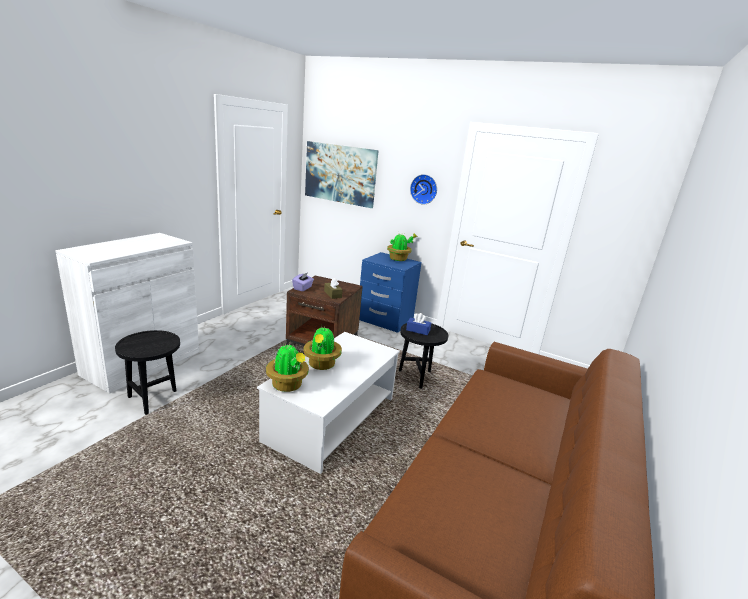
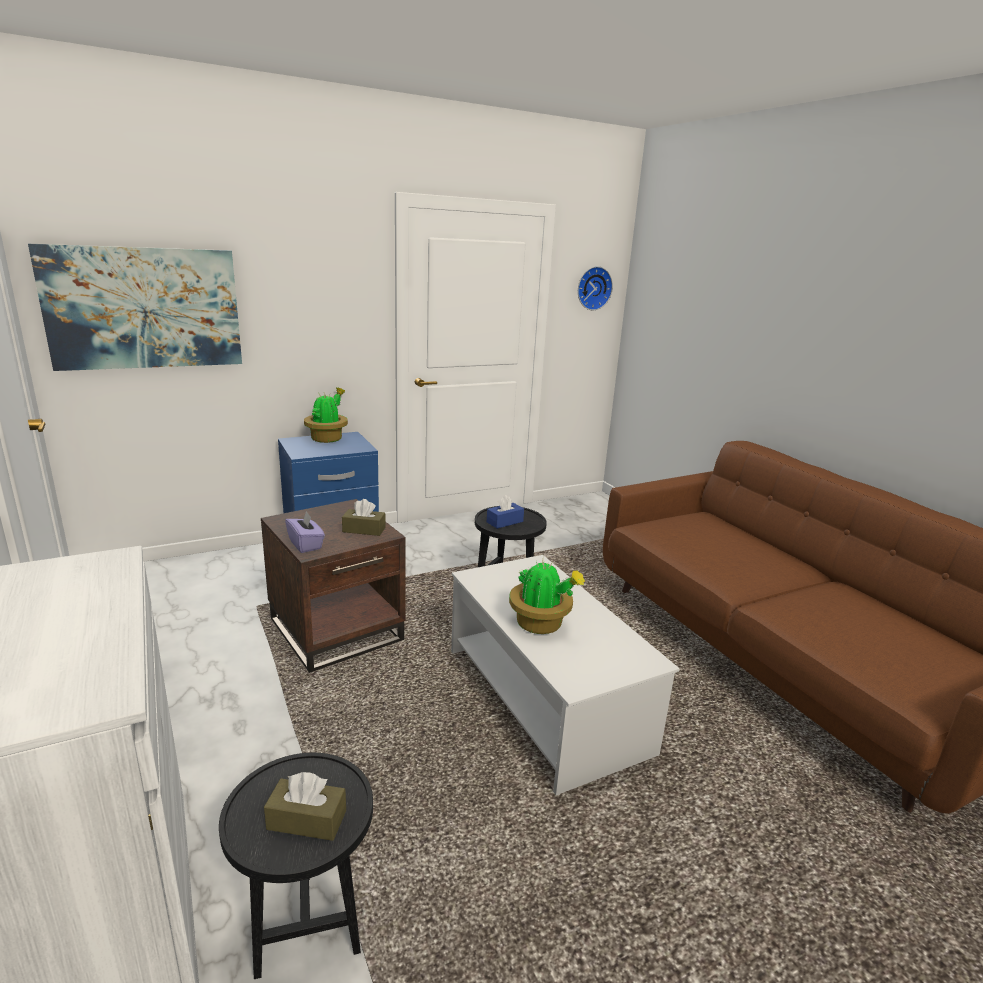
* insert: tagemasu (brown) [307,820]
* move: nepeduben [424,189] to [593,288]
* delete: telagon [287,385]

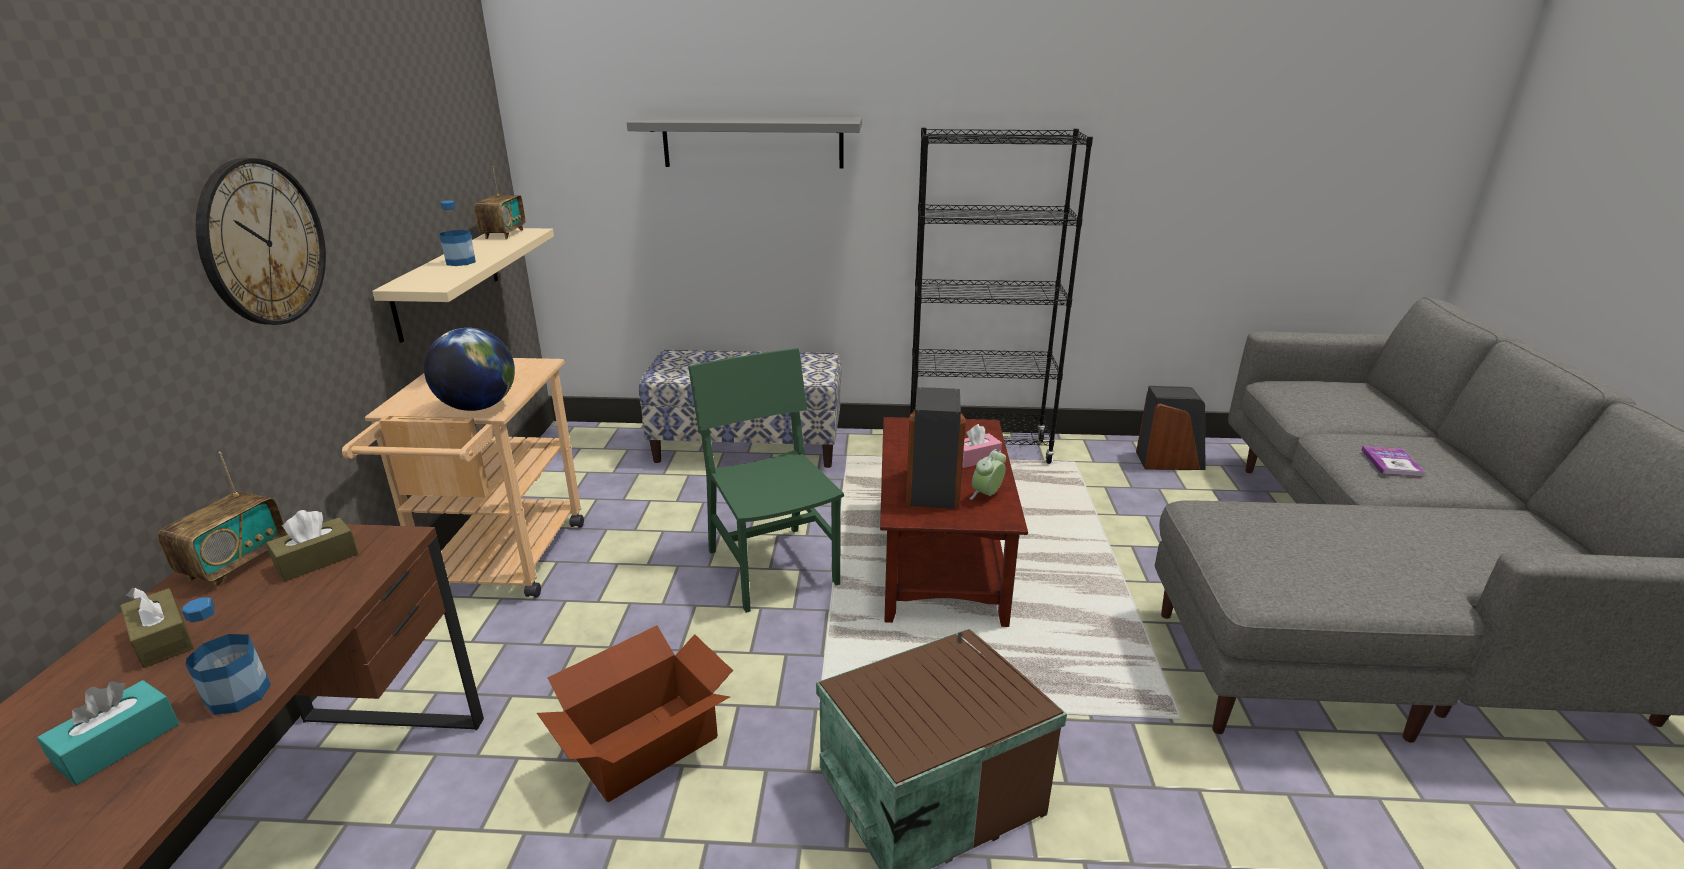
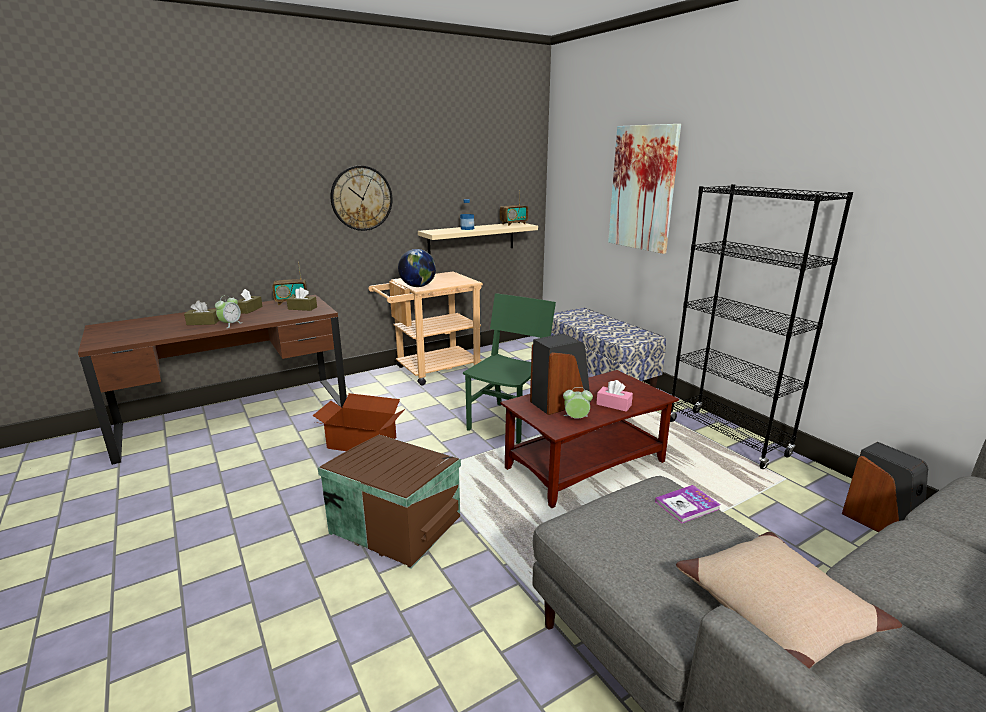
* recolor: tagemasu (turquoise) [118,744] to tagemasu (brown) [203,322]
* replace: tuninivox [238,694] to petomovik [230,324]
* replace: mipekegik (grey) [753,142] to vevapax [642,188]
* move: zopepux [1391,463] to [687,505]
* insert: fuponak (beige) [777,610]

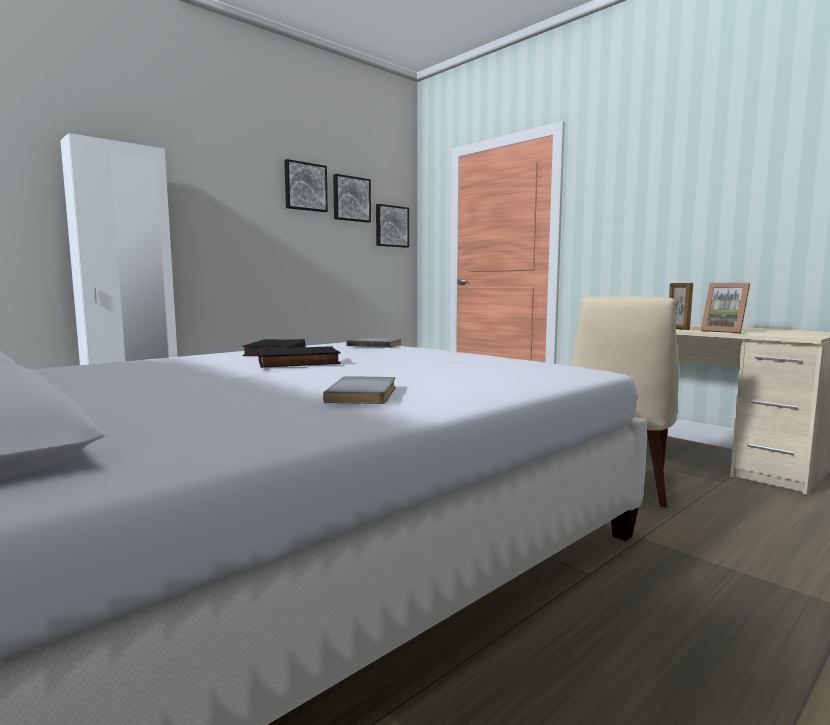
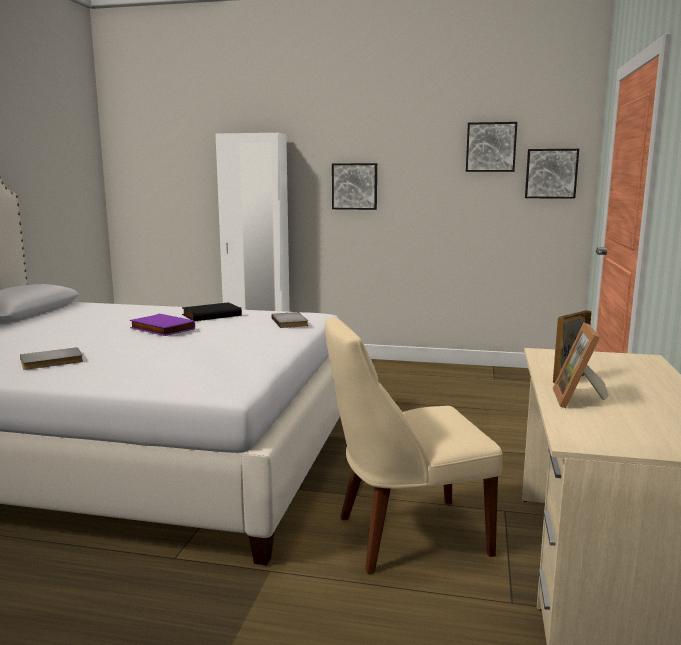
* recolor: zopepux (black) [298,363] to zopepux (purple) [161,329]
* move: vevapax [305,187] to [354,186]

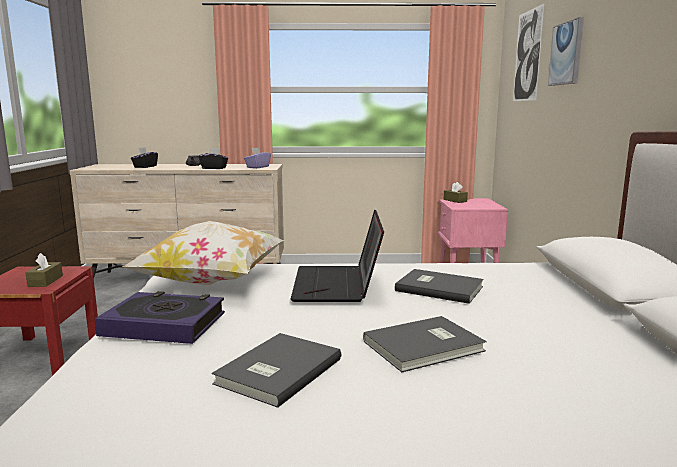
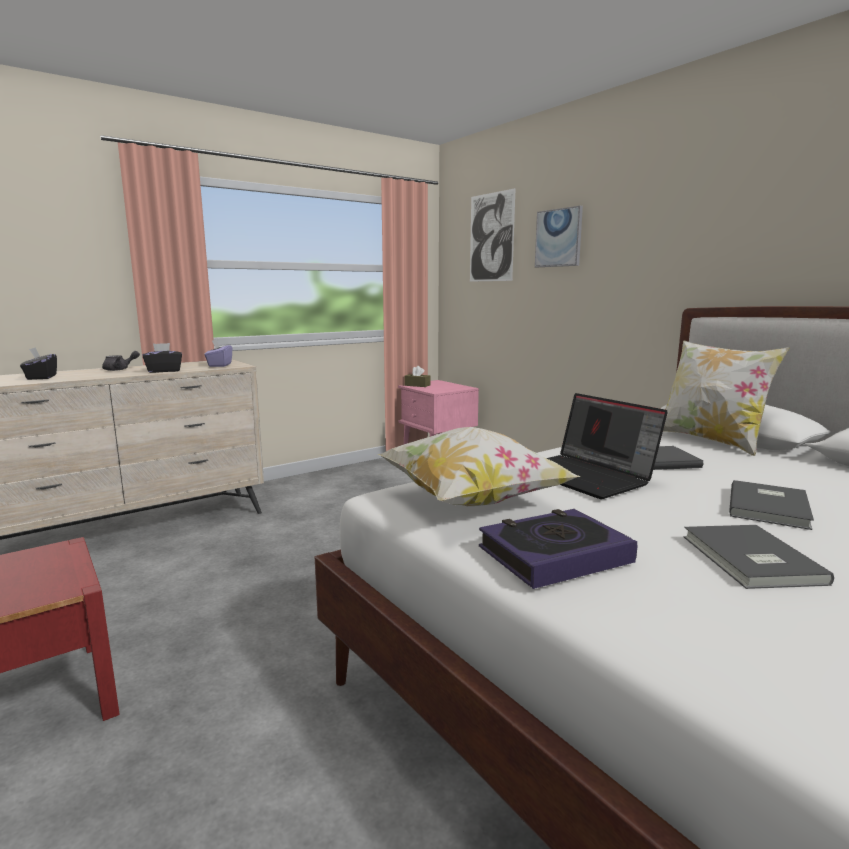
* insert: fuponak [710,441]
* delete: tagemasu (brown) [45,281]

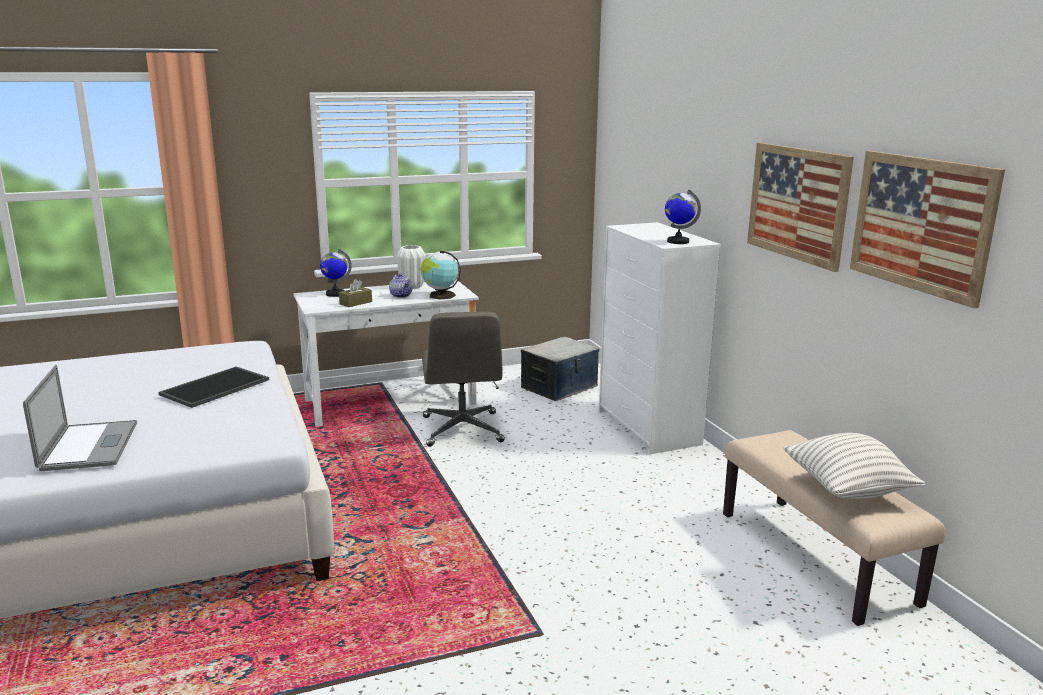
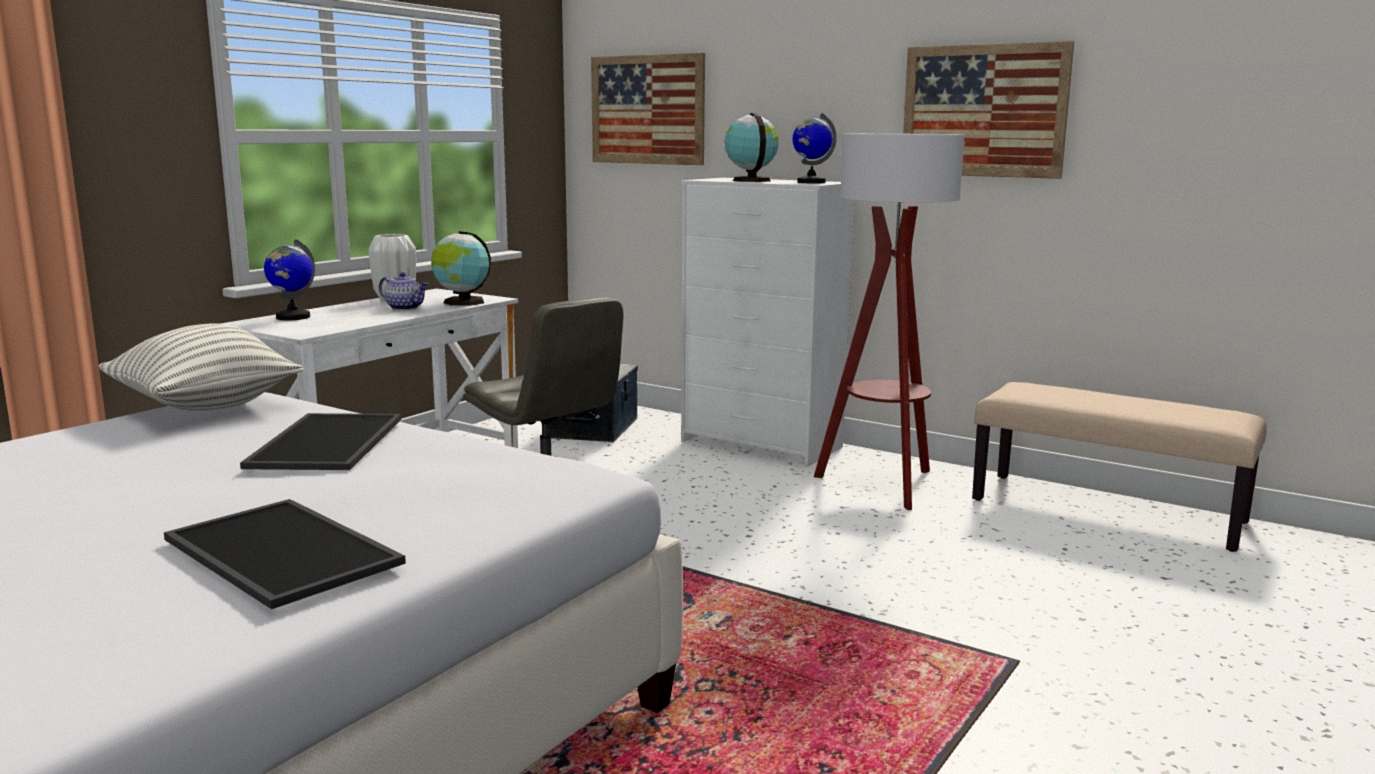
* move: fuponak [847,490] to [205,407]
* replace: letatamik [89,446] to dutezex [277,552]
* move: vevapax [921,224] to [647,110]
* insert: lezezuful [750,180]
* insert: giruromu [883,485]
* delete: tagemasu (brown) [356,303]

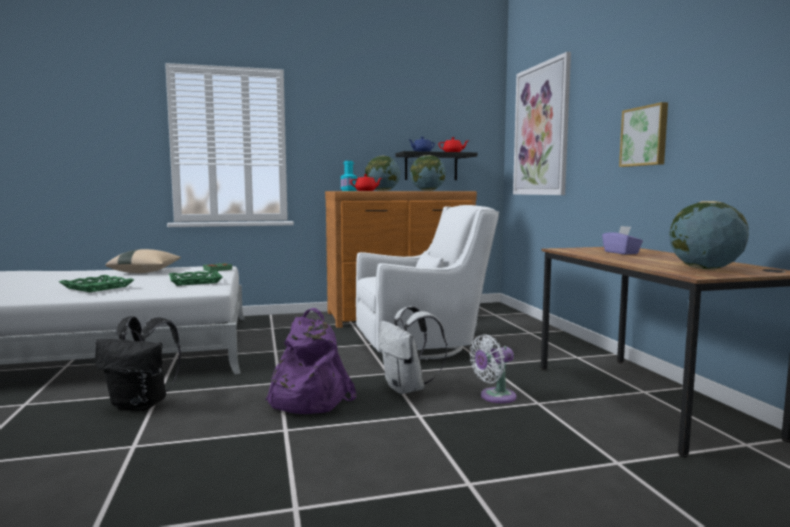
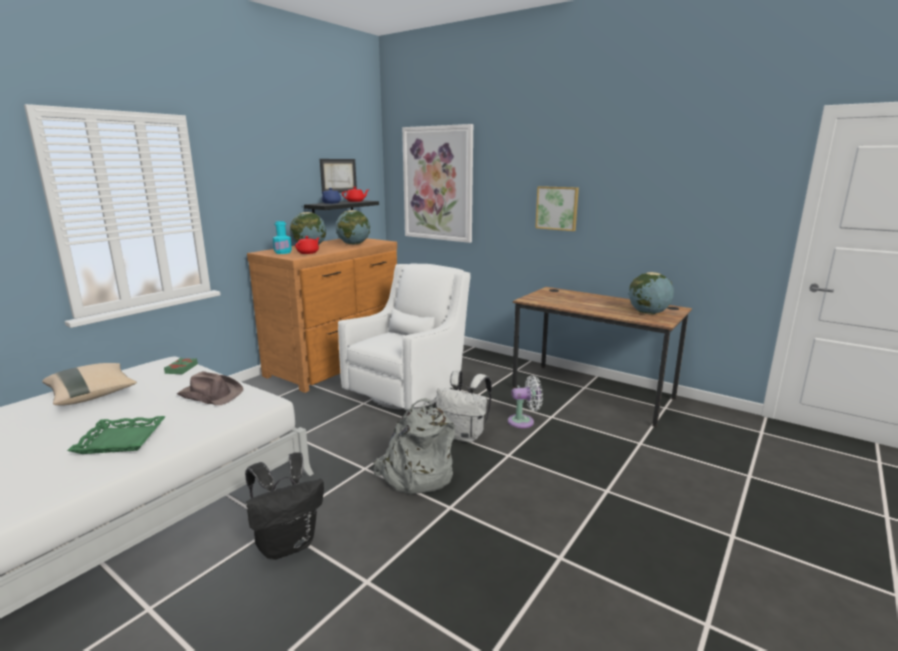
* replace: dutezex (green) [195,281] to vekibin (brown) [210,394]
* insert: vevapax [338,175]
* recolor: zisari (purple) [306,399] to zisari (grey) [416,475]
* rotate: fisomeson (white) [494,397] = [524,421] 120 degrees counterclockwise
* delete: tagemasu (purple) [621,253]

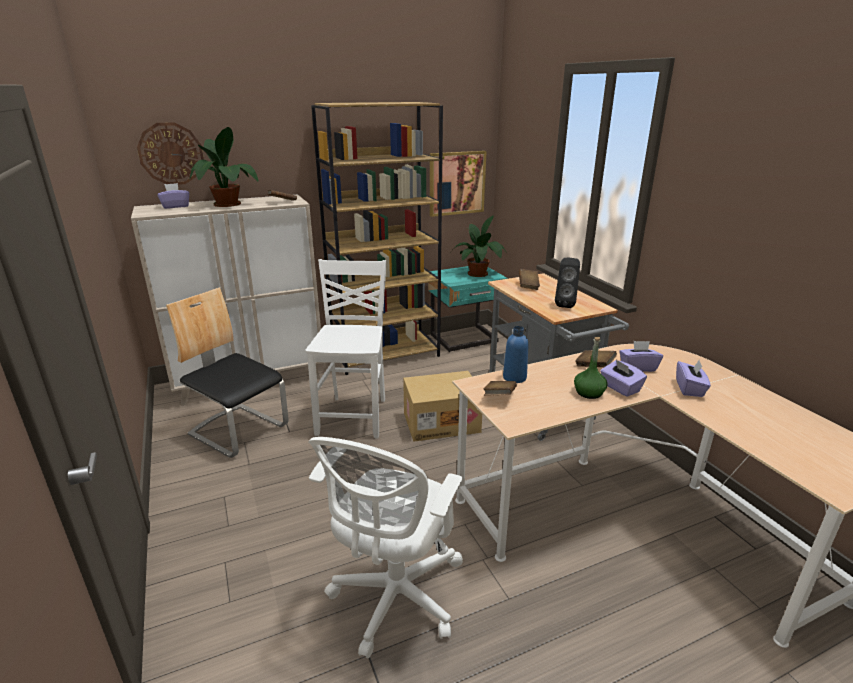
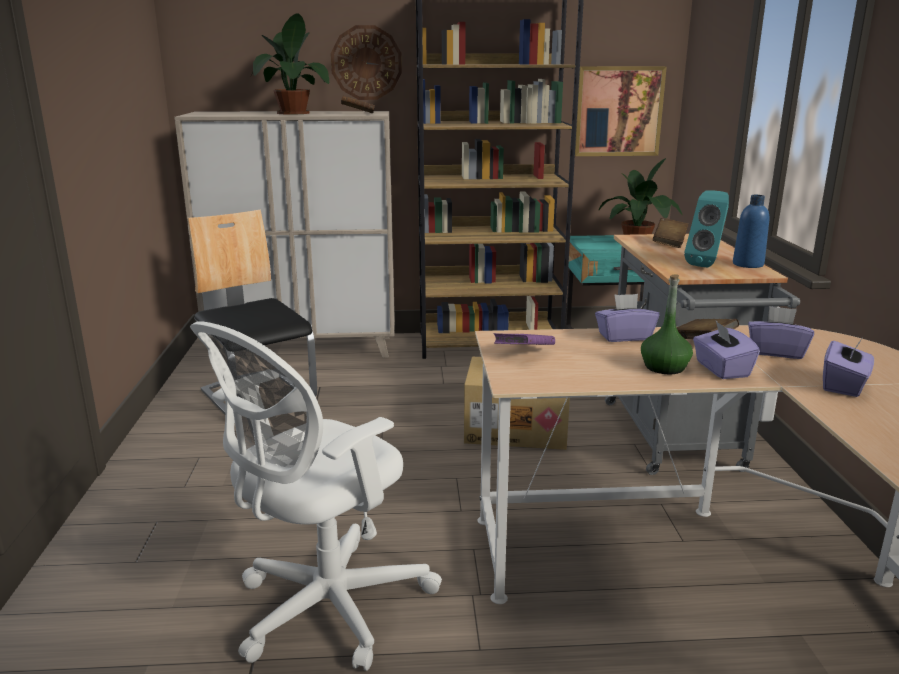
* move: nepeduben [171,154] to [366,63]
* recolor: zopepux (brown) [499,397] to zopepux (purple) [523,354]
* move: tagemasu (purple) [175,206] to [624,336]
* recolor: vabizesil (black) [565,304] to vabizesil (turquoise) [706,265]
* move: tuninivox (blue) [514,377] to [748,264]
* delete: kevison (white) [354,416]

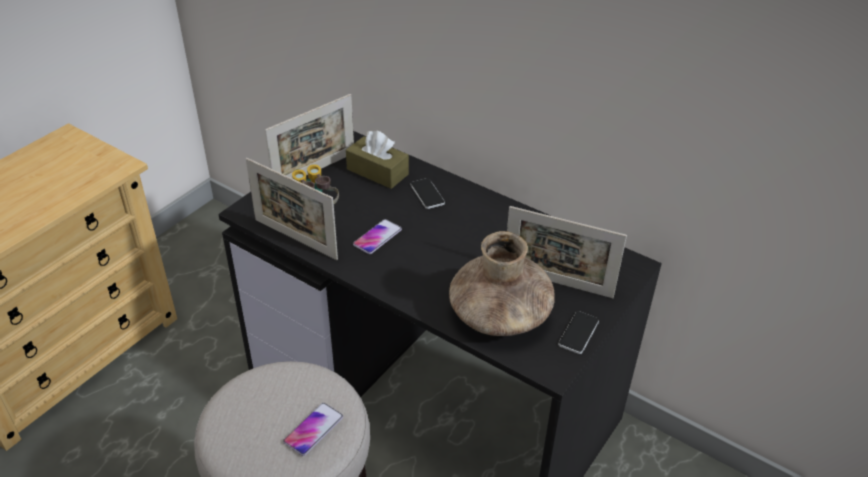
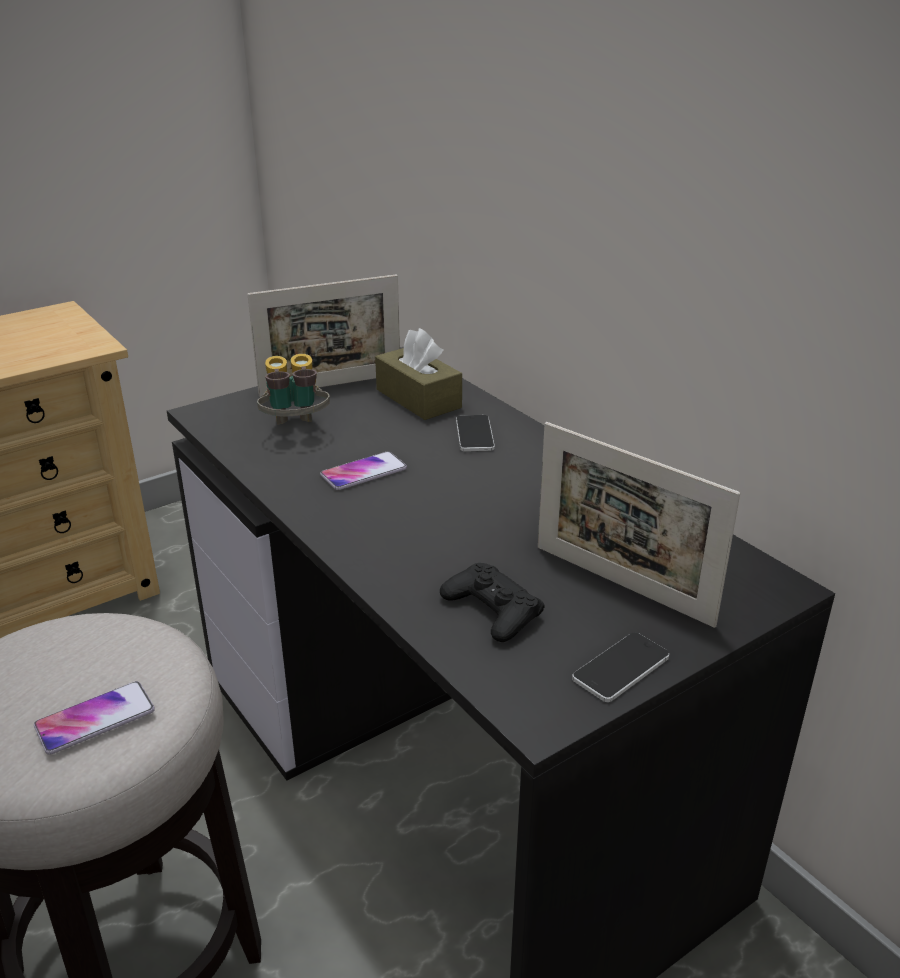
* replace: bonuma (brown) [499,314] to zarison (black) [492,610]
* delete: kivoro [295,239]

